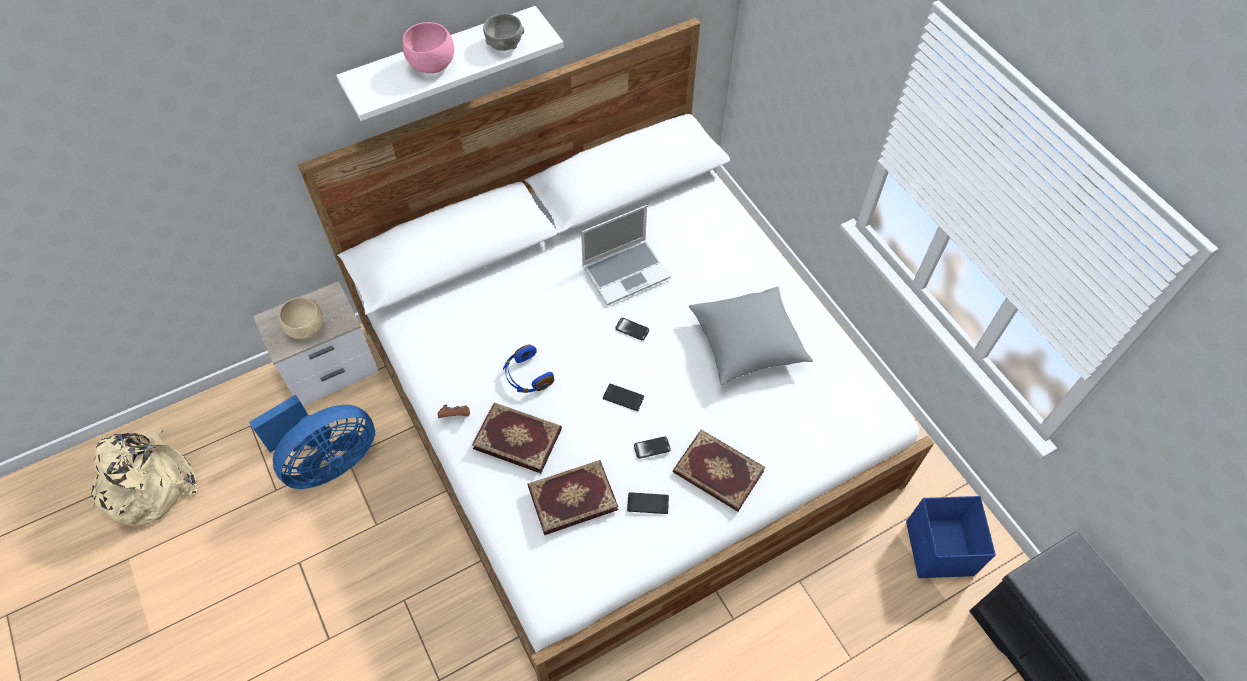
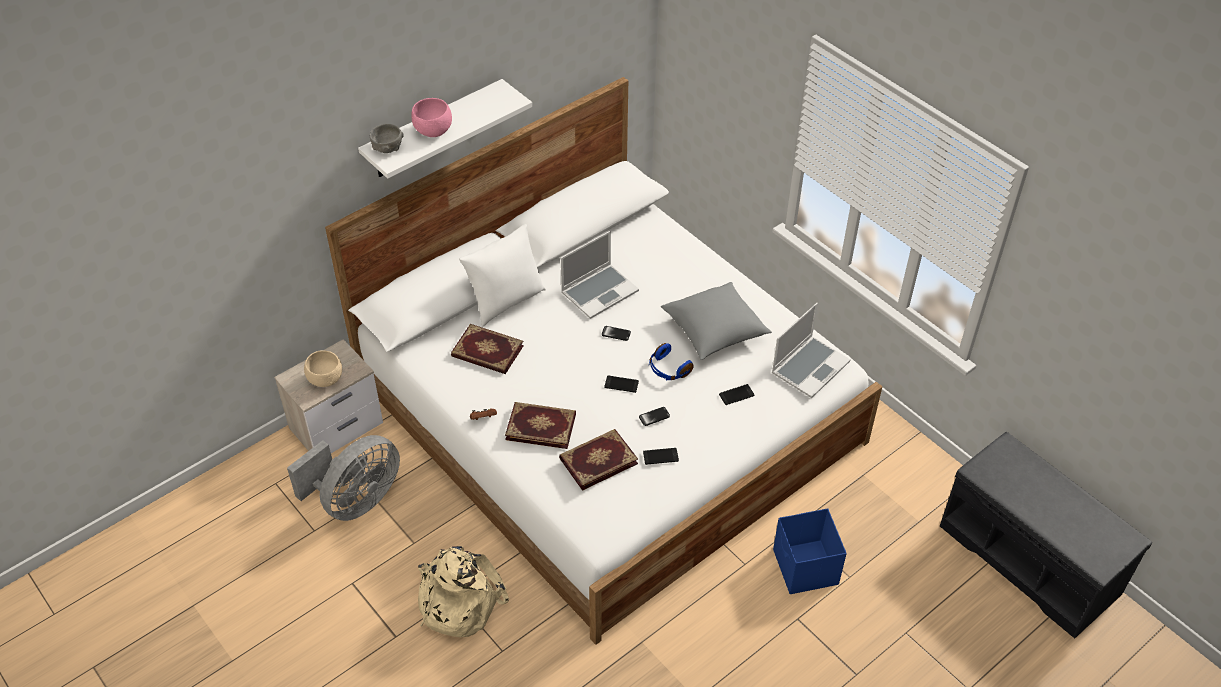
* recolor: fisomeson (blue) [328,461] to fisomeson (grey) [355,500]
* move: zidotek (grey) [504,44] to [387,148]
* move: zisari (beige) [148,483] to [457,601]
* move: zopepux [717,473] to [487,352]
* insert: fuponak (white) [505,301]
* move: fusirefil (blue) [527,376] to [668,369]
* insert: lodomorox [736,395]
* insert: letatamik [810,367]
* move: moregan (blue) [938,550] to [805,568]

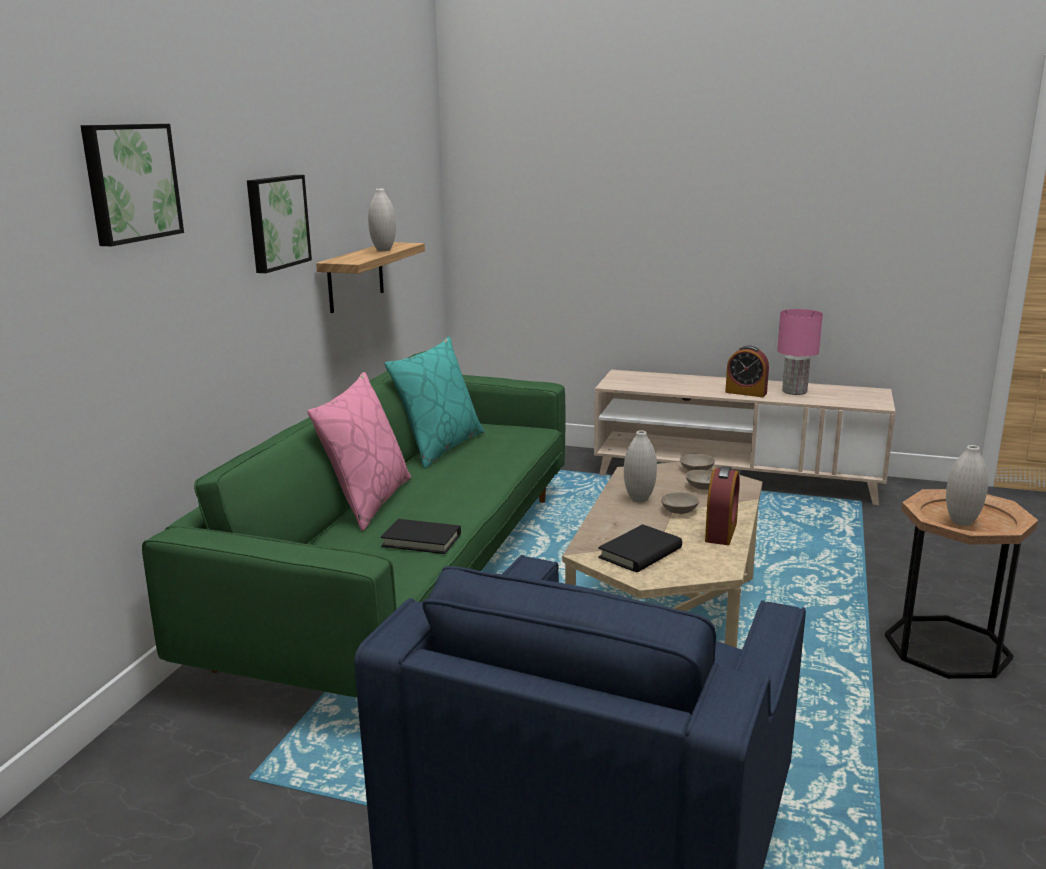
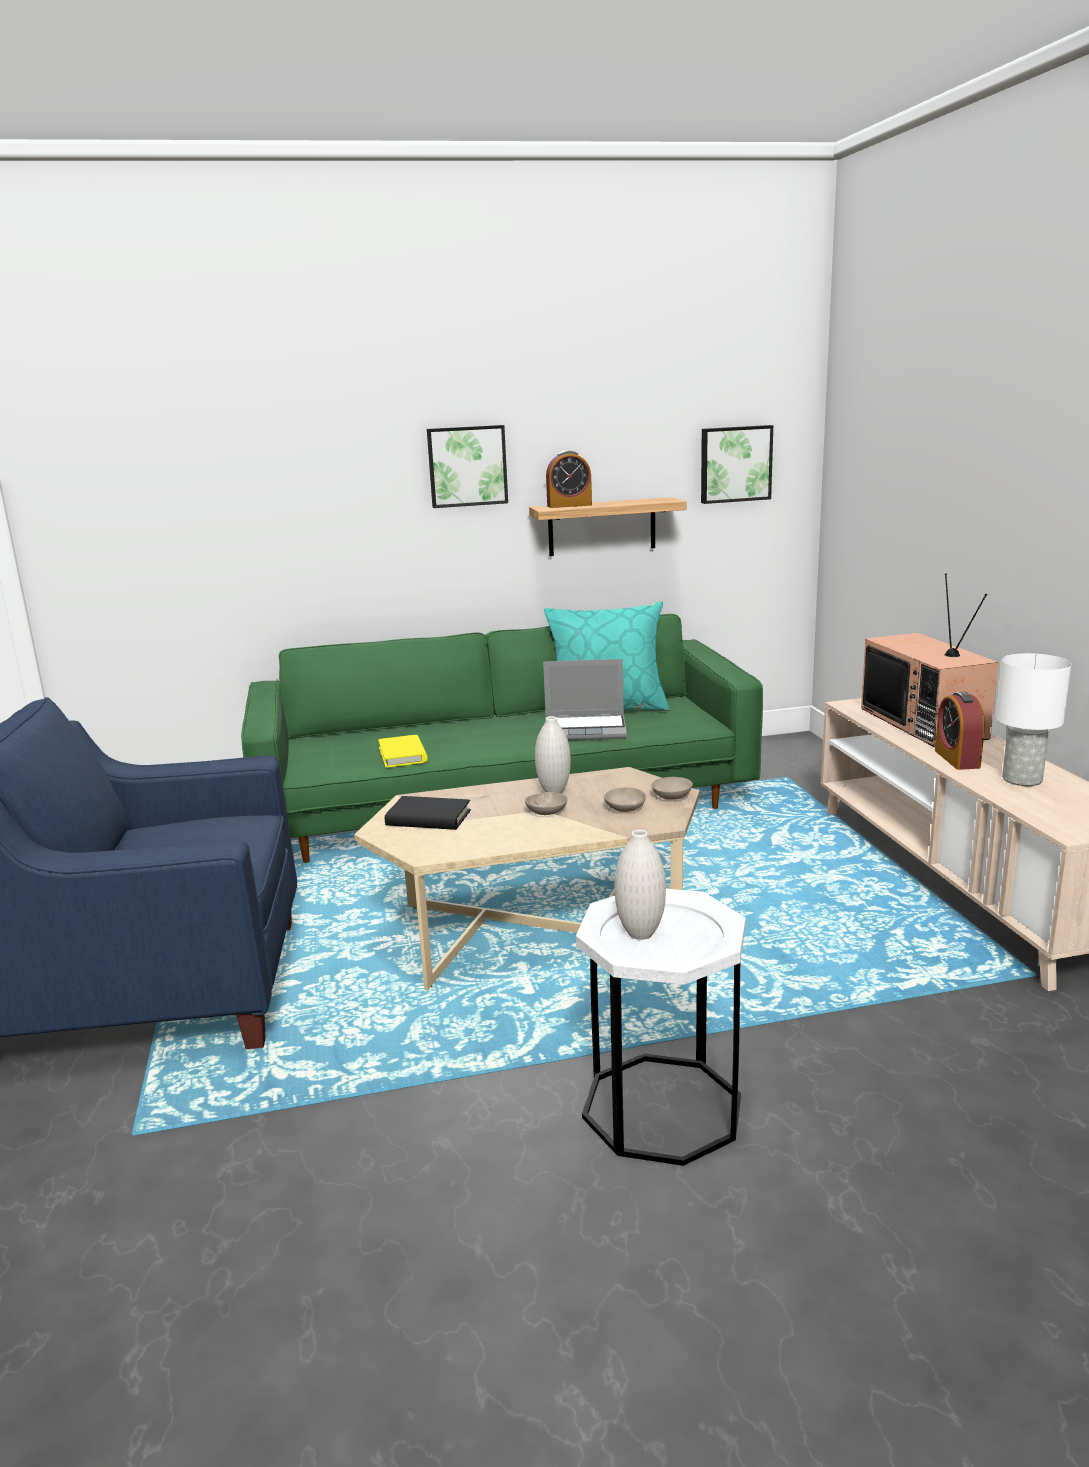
* recolor: zopepux (black) [421,540] to zopepux (yellow) [403,755]
* insert: letatamik [586,729]
* move: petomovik [721,532] to [569,505]
* recolor: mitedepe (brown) [947,647] to mitedepe (white) [662,1108]
* move: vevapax [130,182] to [735,464]
* insert: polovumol [926,723]
* recolor: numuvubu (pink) [795,391] to numuvubu (white) [1023,780]
* delete: fuponak (pink) [367,501]
* delete: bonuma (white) [383,250]

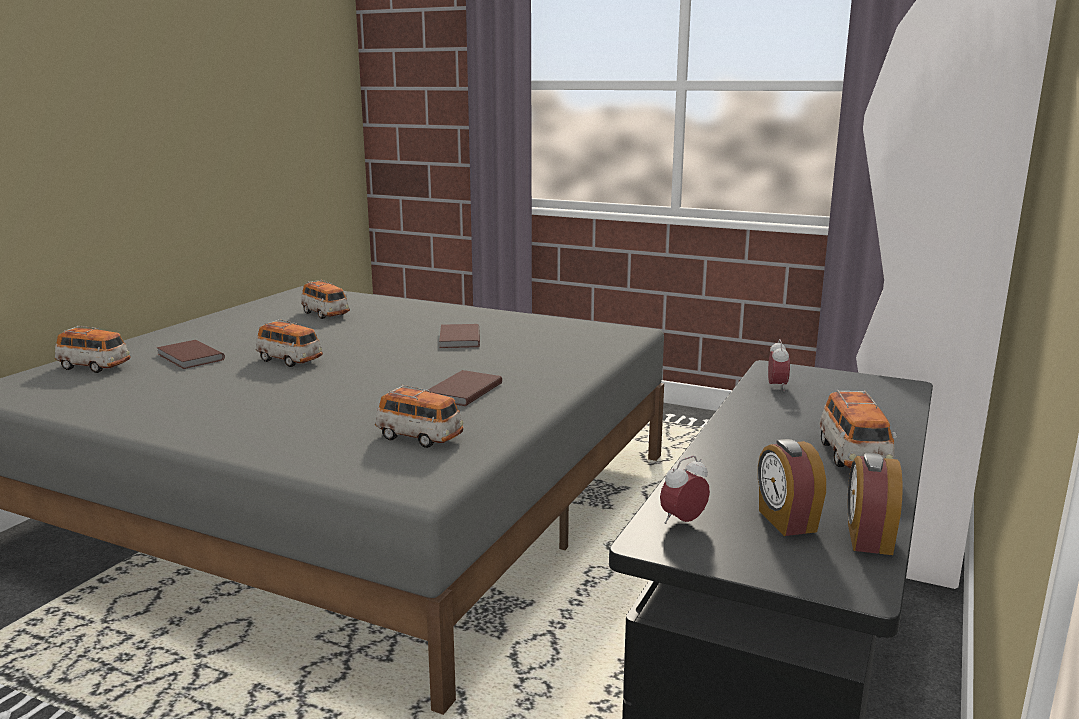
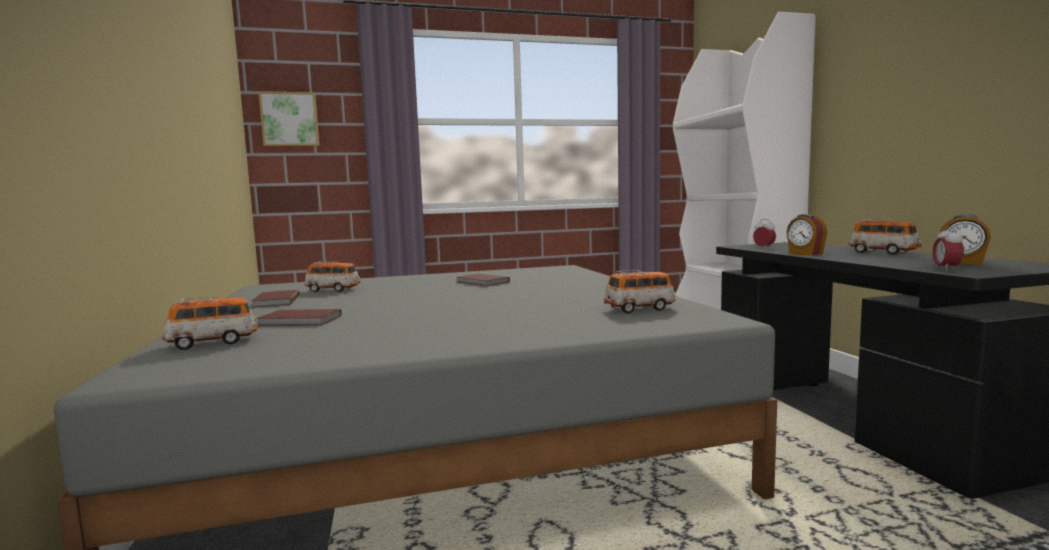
* move: zopepux (brown) [462,391] to [275,301]
* insert: vevapax [290,119]
* move: petomovik [867,538] to [805,254]
* delete: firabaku [290,360]

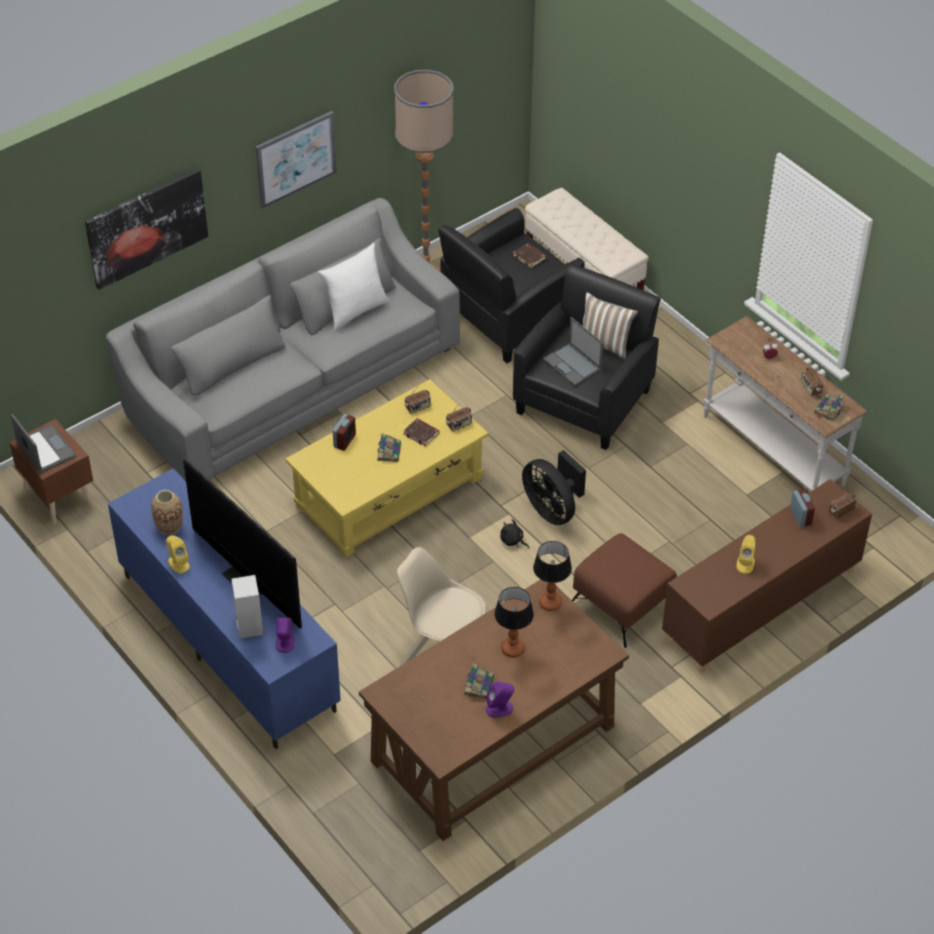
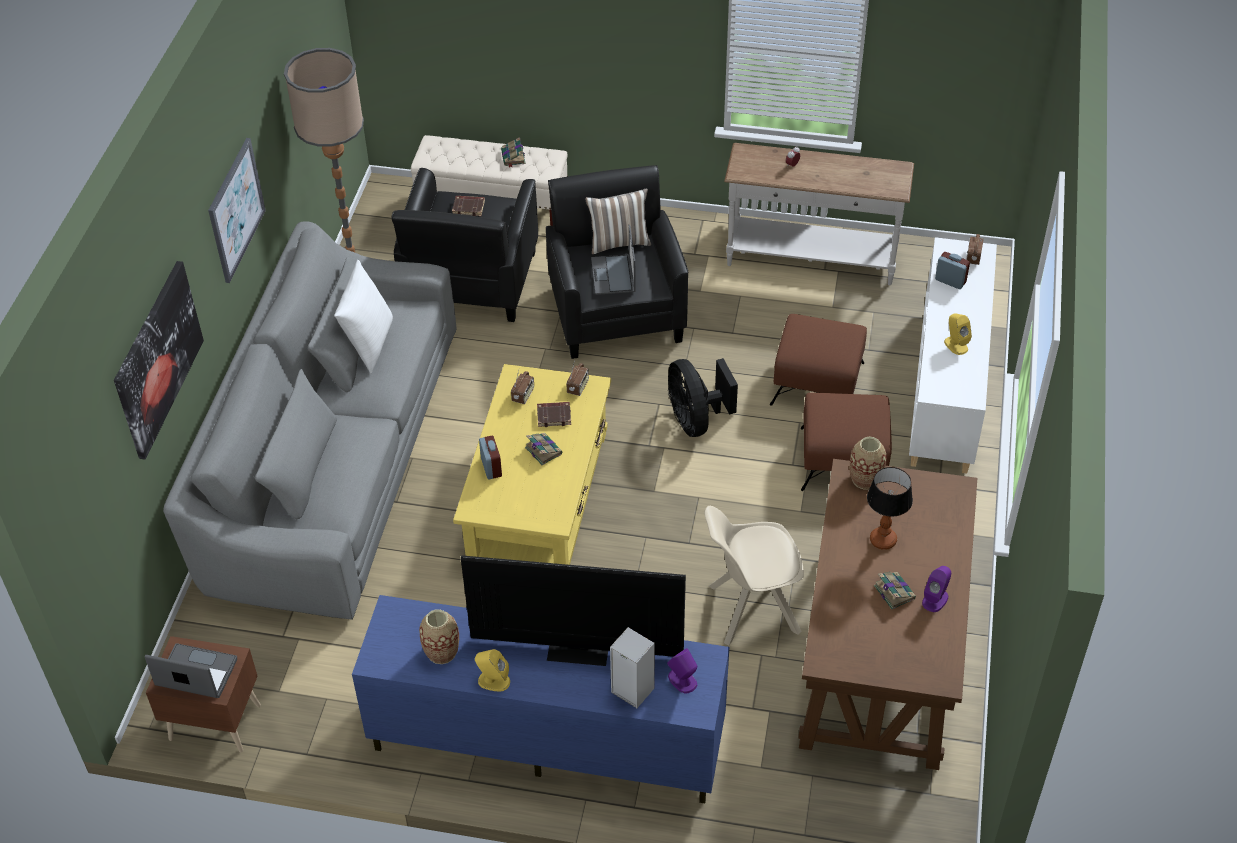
* move: zopepux [828,410] to [513,157]
* rotate: letatamik [573,364] = [613,275] 75 degrees clockwise
* rotate: fisomeson (black) [552,509] = [696,420] 60 degrees clockwise
* insert: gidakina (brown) [818,384]
* replace: numuvubu [550,603] to bonuma [865,479]
* recolor: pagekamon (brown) [760,606] to pagekamon (white) [946,388]
* delete: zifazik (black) [512,541]
* delete: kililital [810,388]

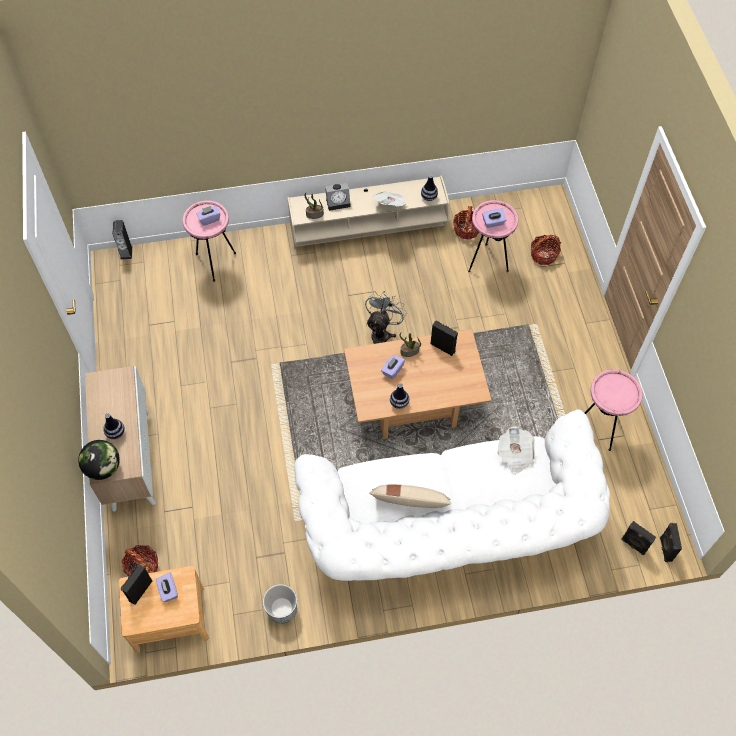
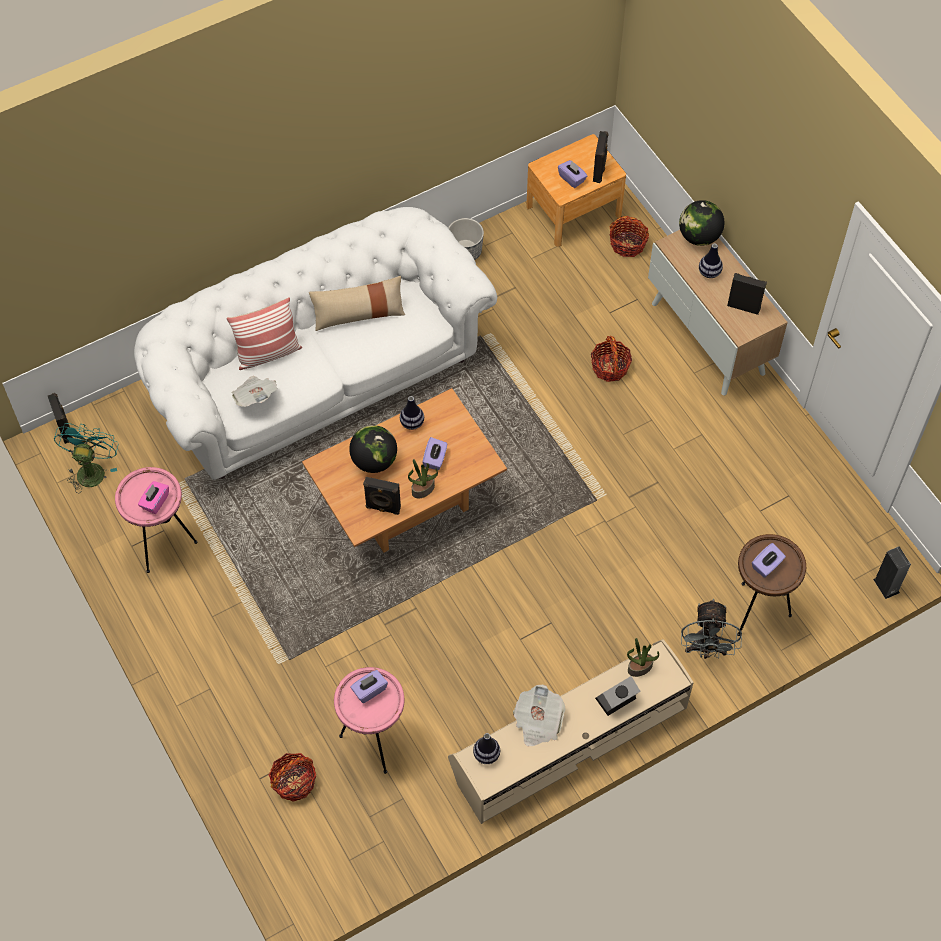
* insert: fisomeson (turquoise) [91,469]
* insert: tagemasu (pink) [155,502]
* insert: fuponak [268,353]
* insert: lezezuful [374,461]
* move: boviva [466,229] to [610,367]
* move: fisomeson (grey) [382,333] to [705,649]
* move: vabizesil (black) [633,545] to [744,306]
* recolor: mitedepe (pink) [215,262] to mitedepe (brown) [757,611]

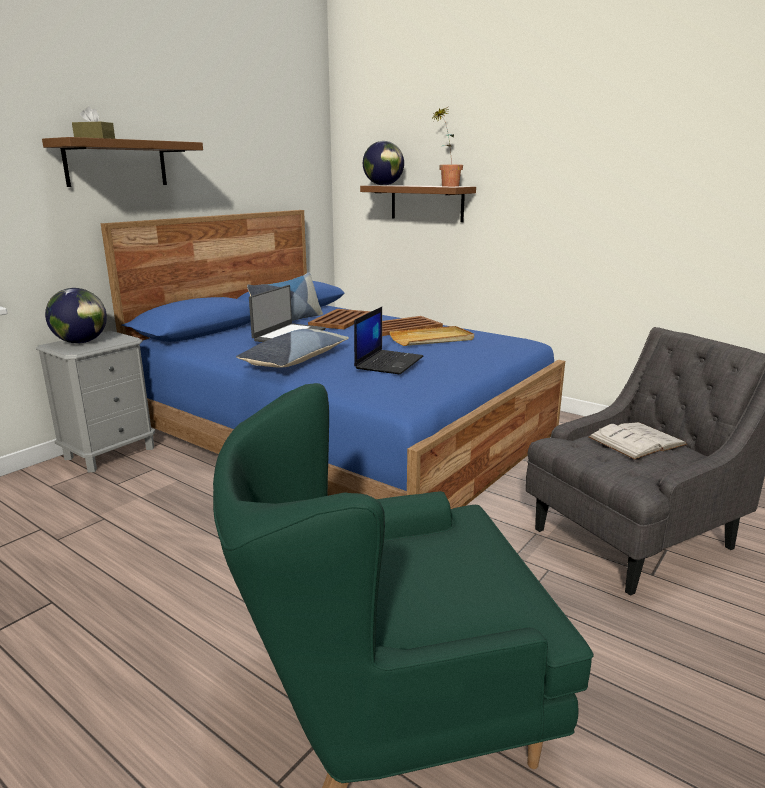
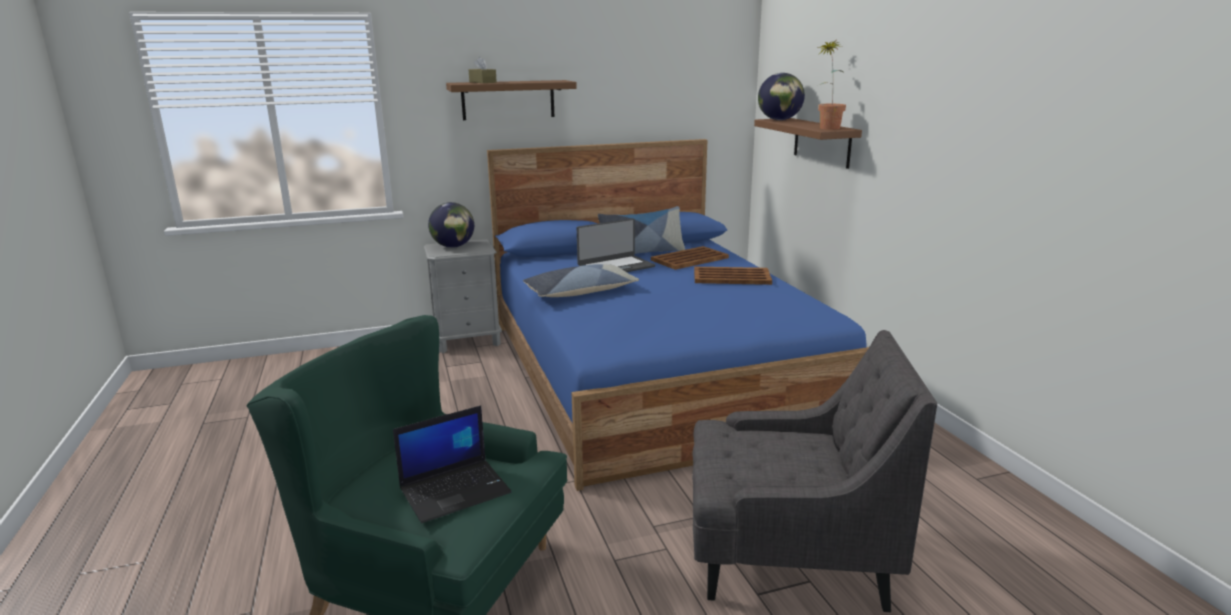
* move: letatamik [389,362] to [456,490]
* delete: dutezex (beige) [432,339]
* delete: zopepux (white) [637,441]

